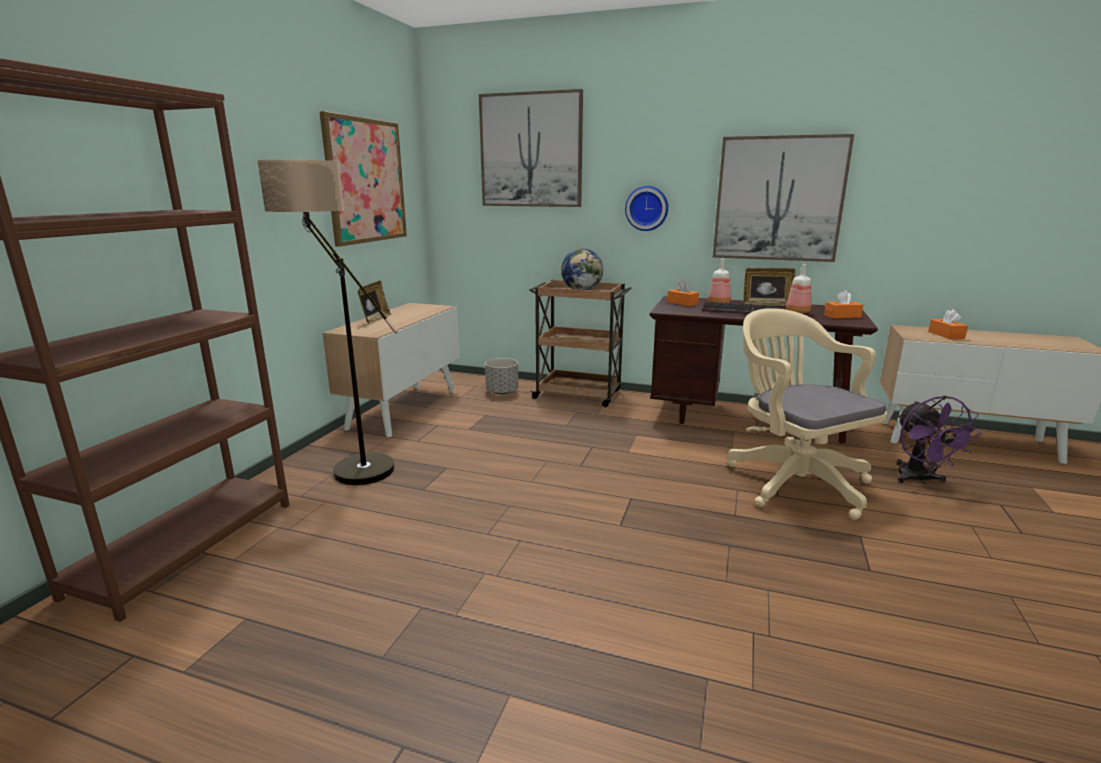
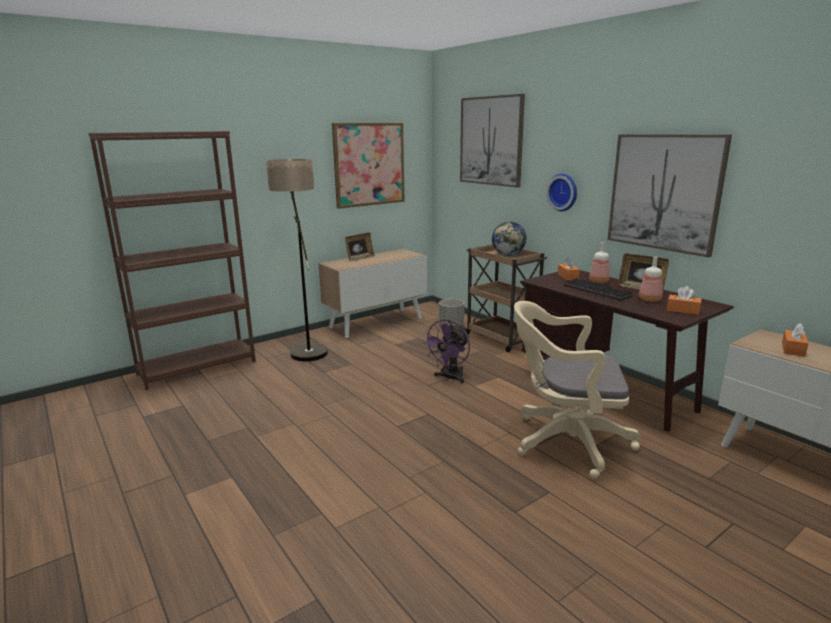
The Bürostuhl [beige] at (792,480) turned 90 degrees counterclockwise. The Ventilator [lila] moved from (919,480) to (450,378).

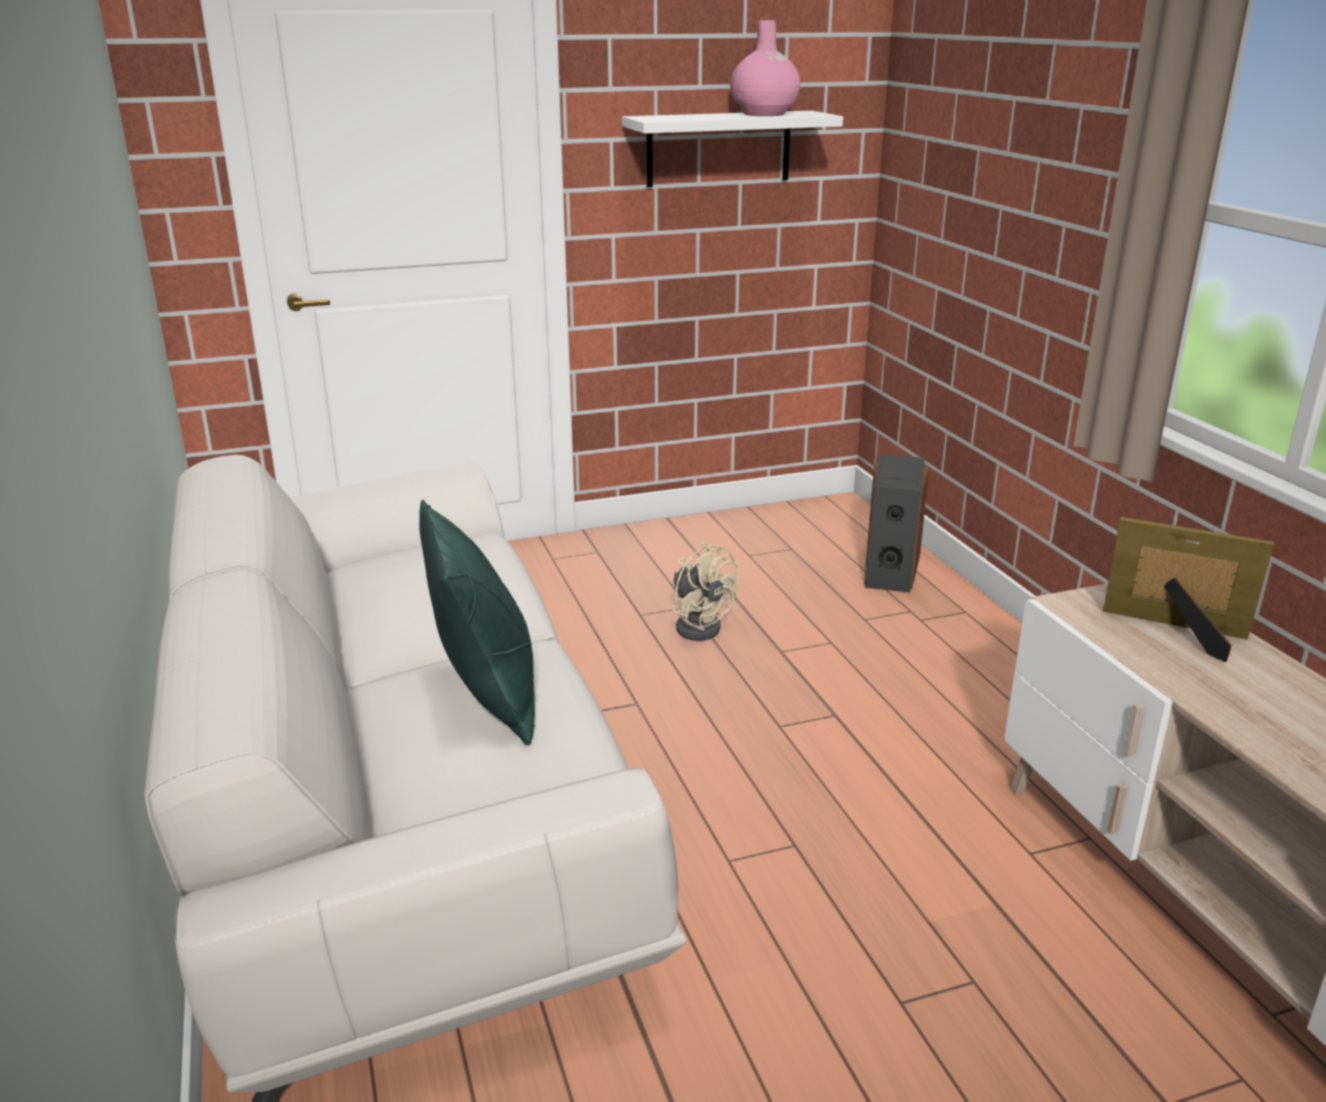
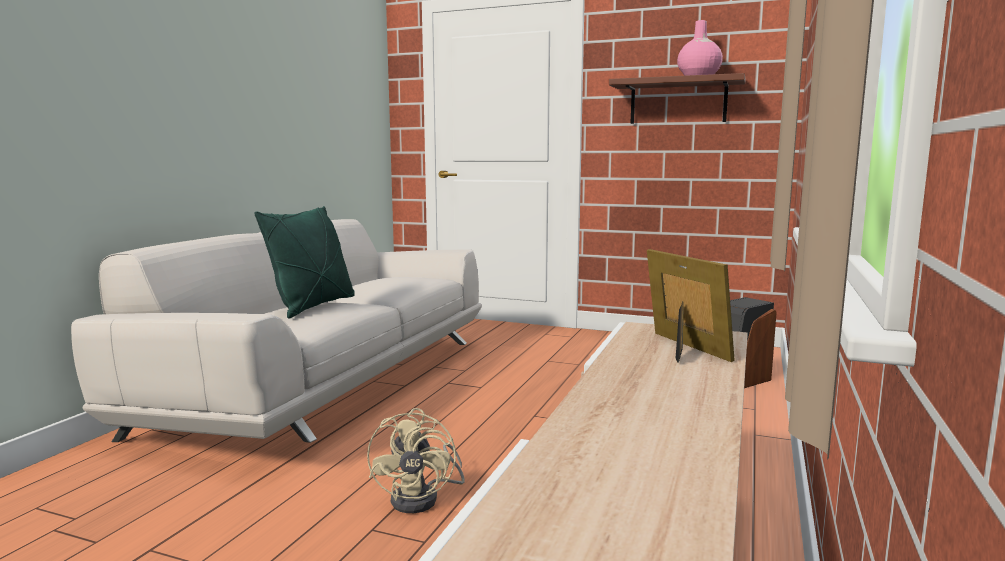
The Wandregal [weiß] at (719,148) became the Wandregal [braun] at (678,101). The Ventilator [beige] moved from (699,625) to (423,498).

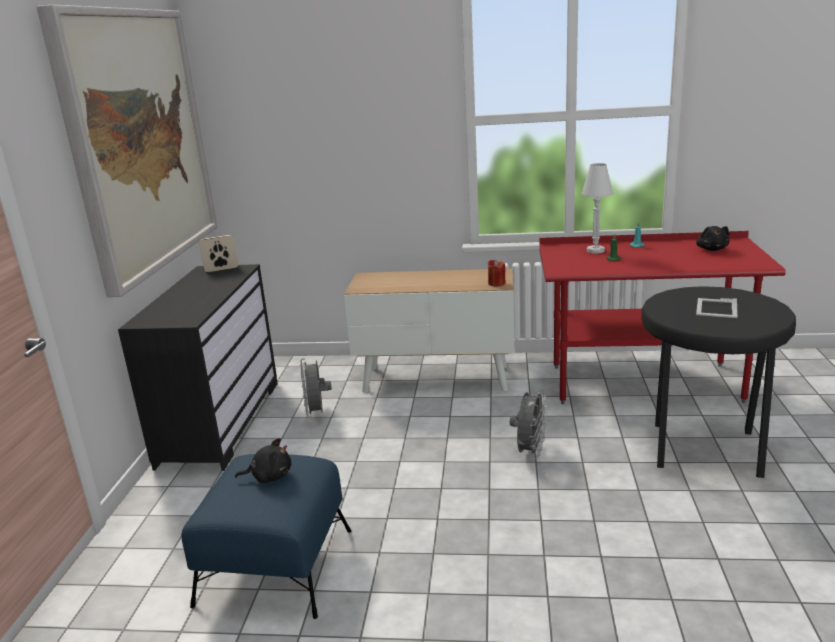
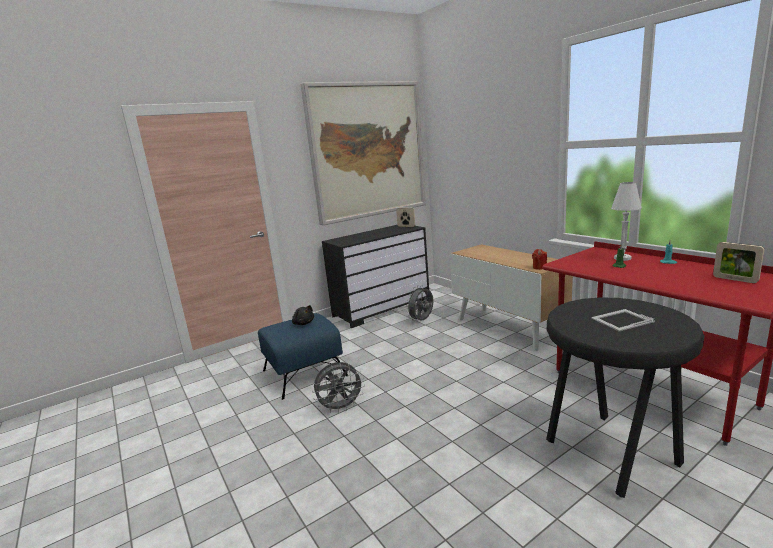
The Ventilator [grau] moved from (530,452) to (341,407). The Plüschtier [schwarz] at (711,249) was replaced by the Bilderrahmen at (735,279).

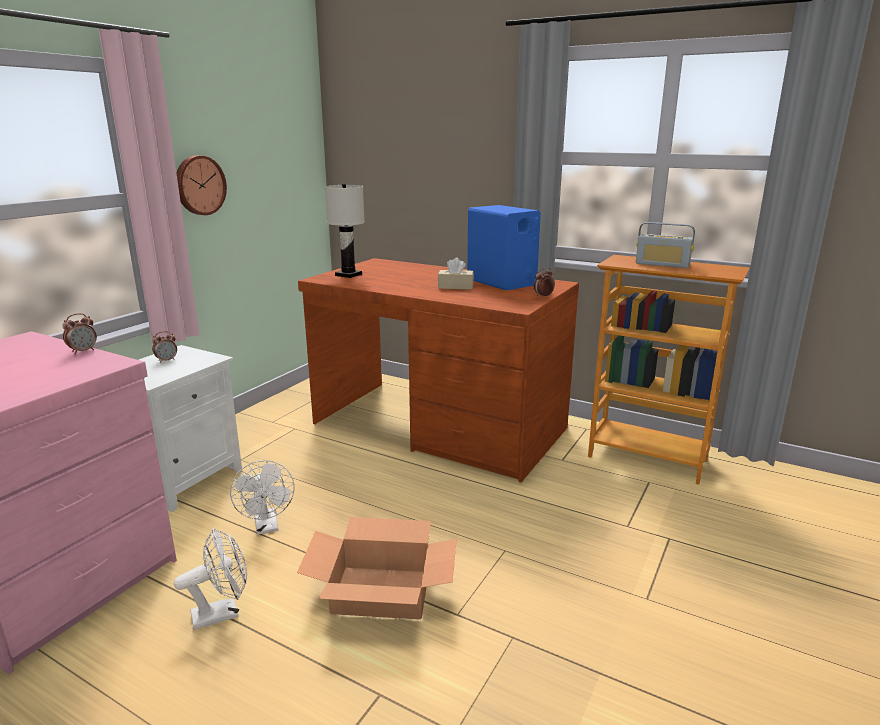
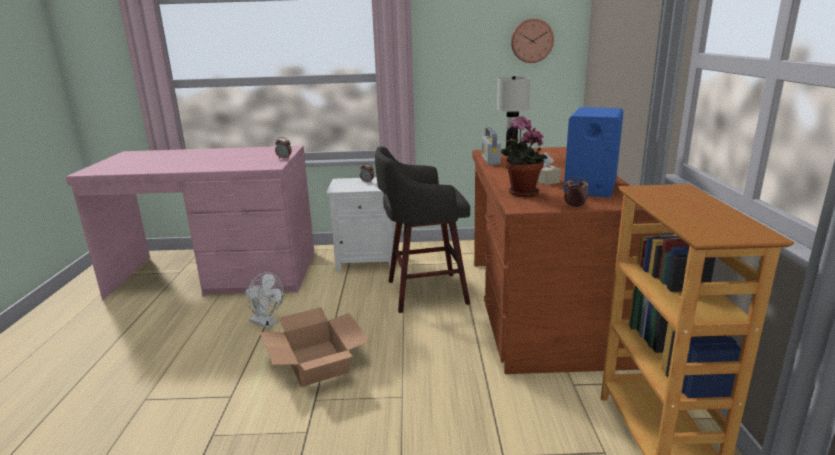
The Wanduhr moved from (199,185) to (531,41). The Ventilator [weiß] at (267,527) disappeared. The Radio moved from (662,264) to (490,160). The Hocker [grau] at (423,292) appeared. The Topfpflanze at (520,193) appeared.

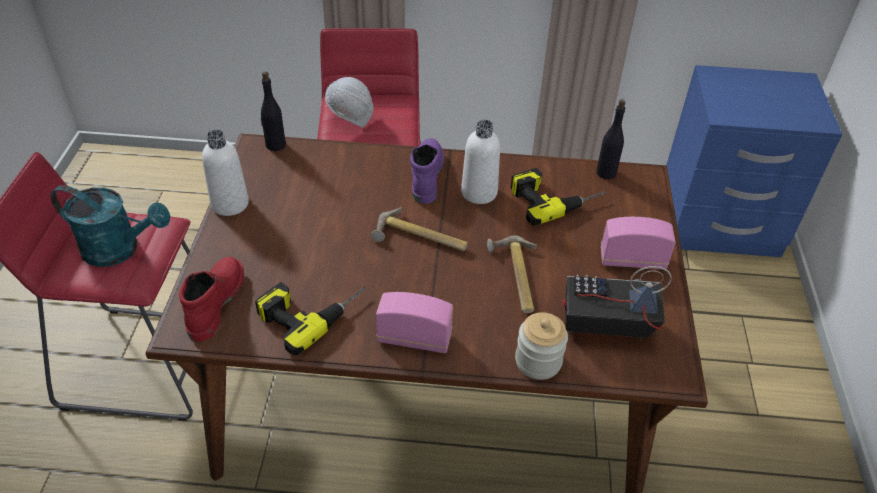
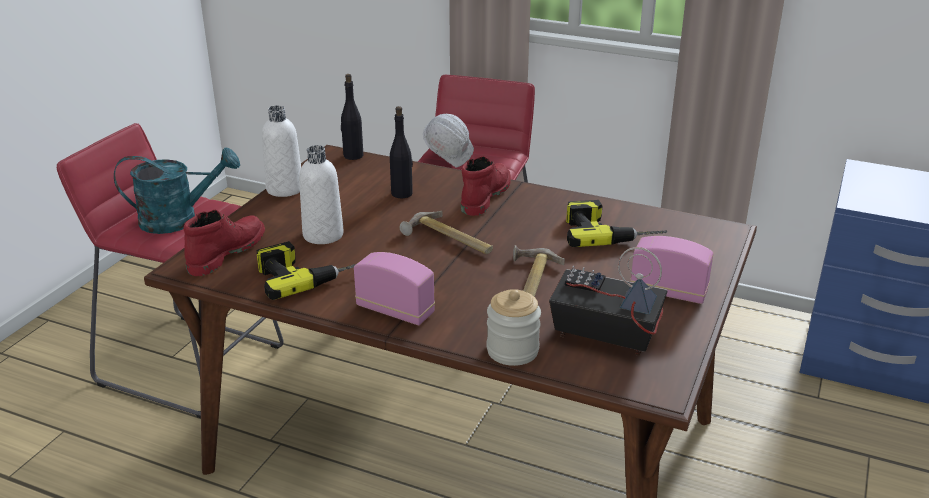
The Gießkanne [türkis] at (120,249) turned 45 degrees counterclockwise. The Stiefel [lila] at (425,176) became the Stiefel [rot] at (484,196). The Flasche [weiß] moved from (479,192) to (323,235). The Flasche [schwarz] moved from (606,172) to (402,193).

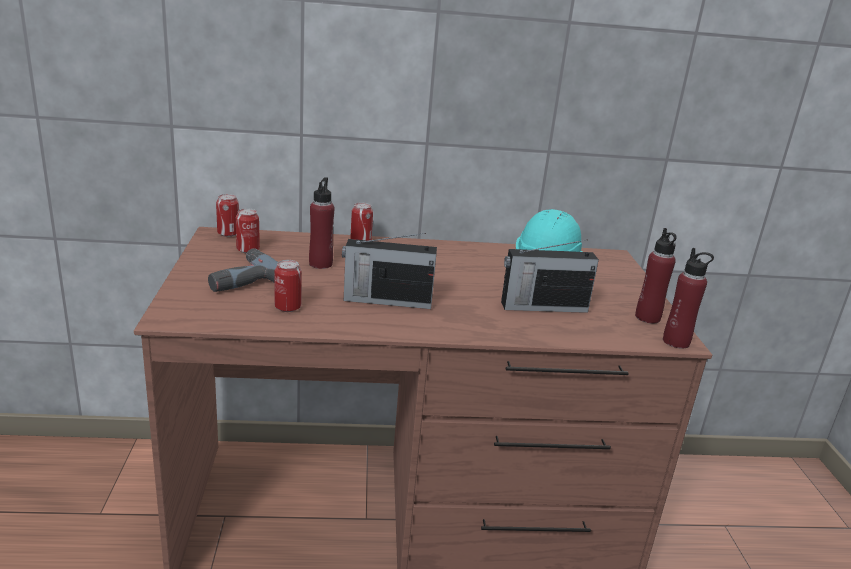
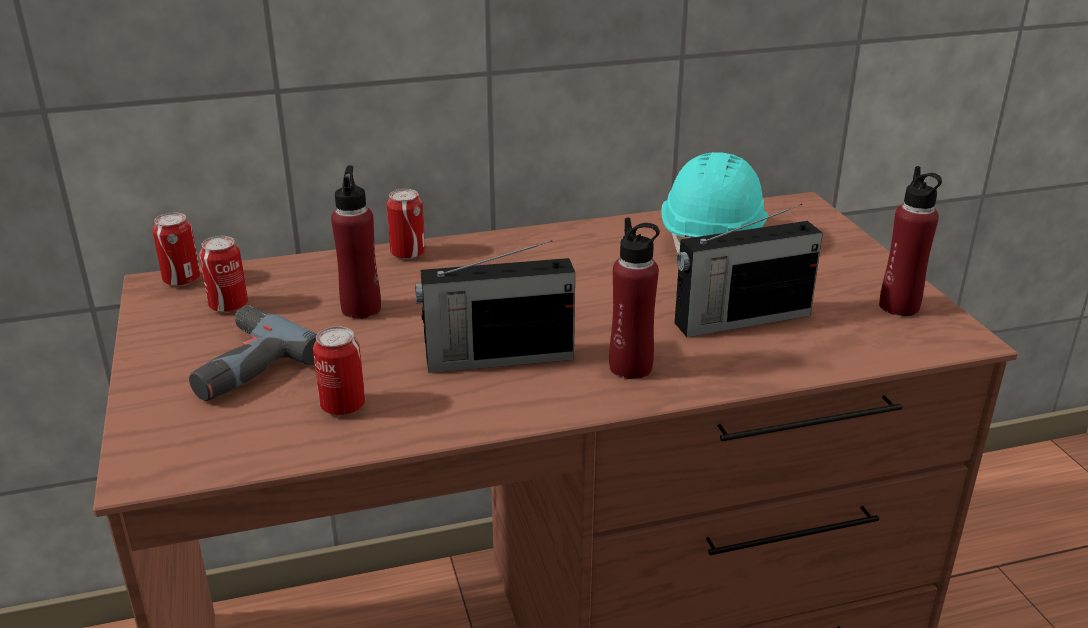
The Flasche [rot] moved from (676,341) to (631,367).

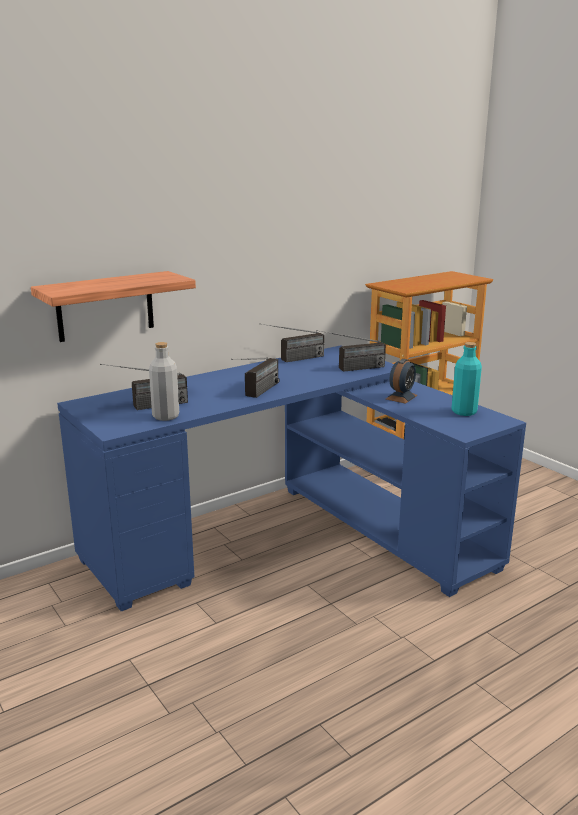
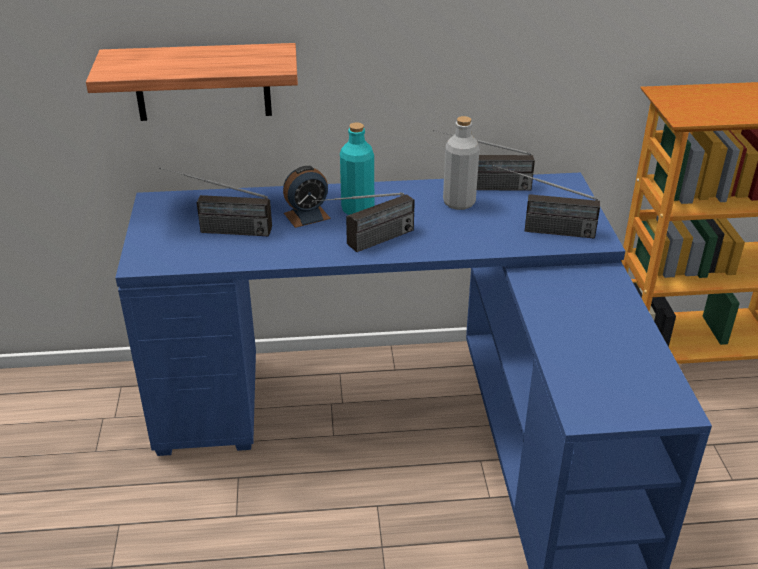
The Flasche [grau] moved from (166,416) to (459,203). The Wecker moved from (401,397) to (307,216). The Flasche [türkis] moved from (464,412) to (357,210).

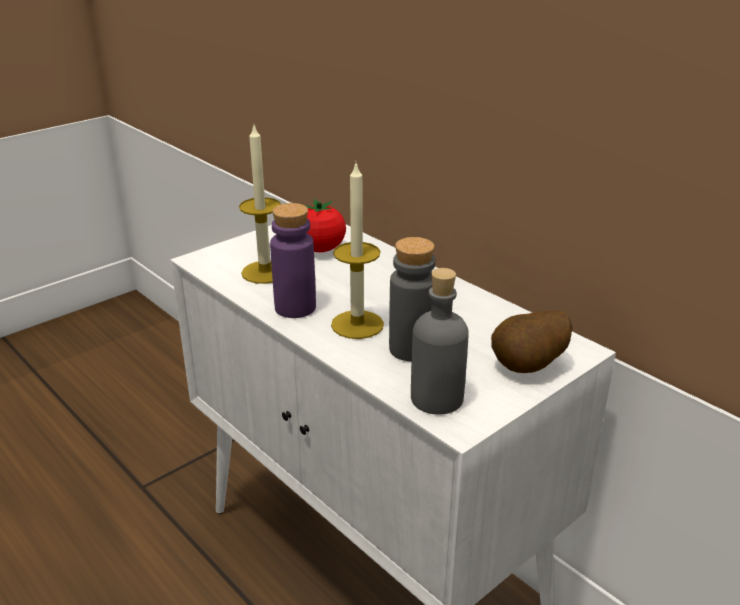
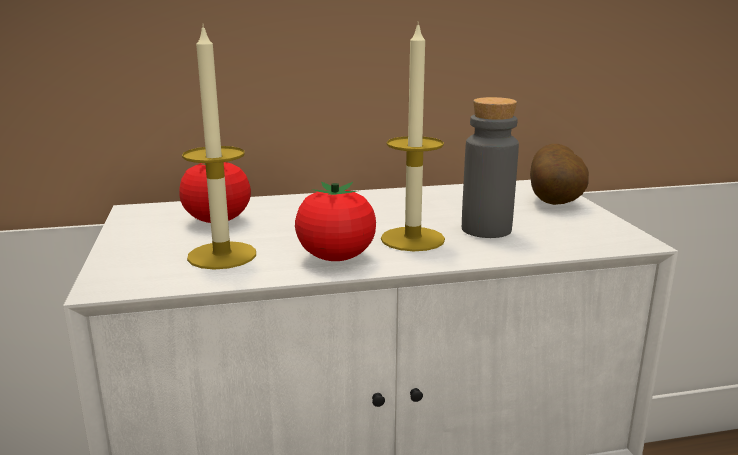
The Flasche [lila] at (295,308) was replaced by the Tomate at (336,257). The Flasche [grau] at (437,398) disappeared.

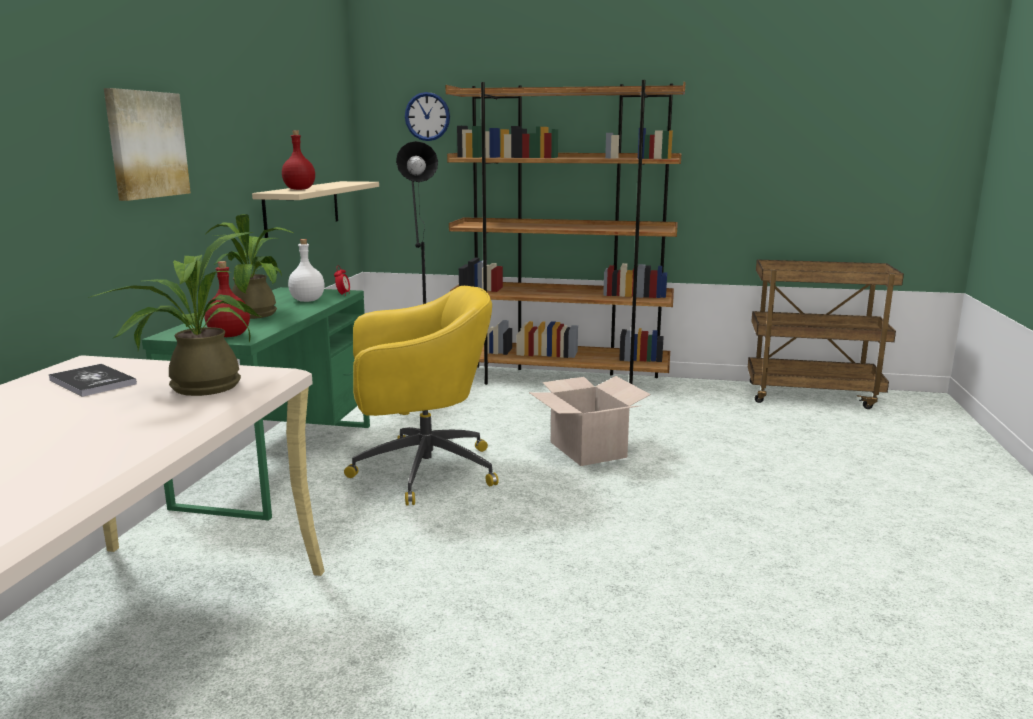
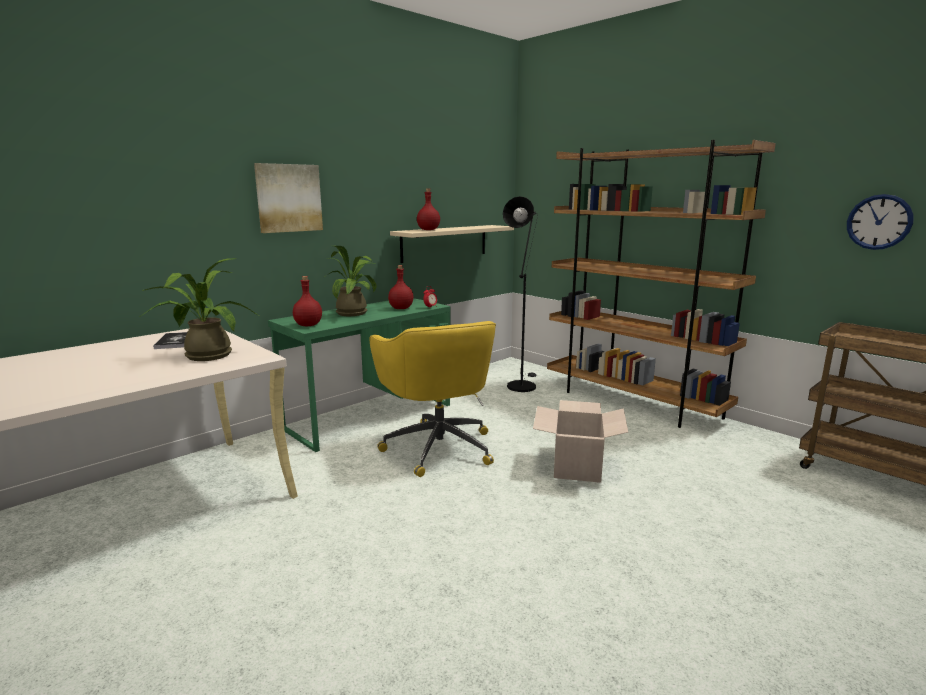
The Flasche [weiß] at (308,300) became the Flasche [rot] at (401,308). The Bürostuhl [gelb] at (421,471) turned 45 degrees clockwise. The Wanduhr moved from (427,116) to (879,222).

